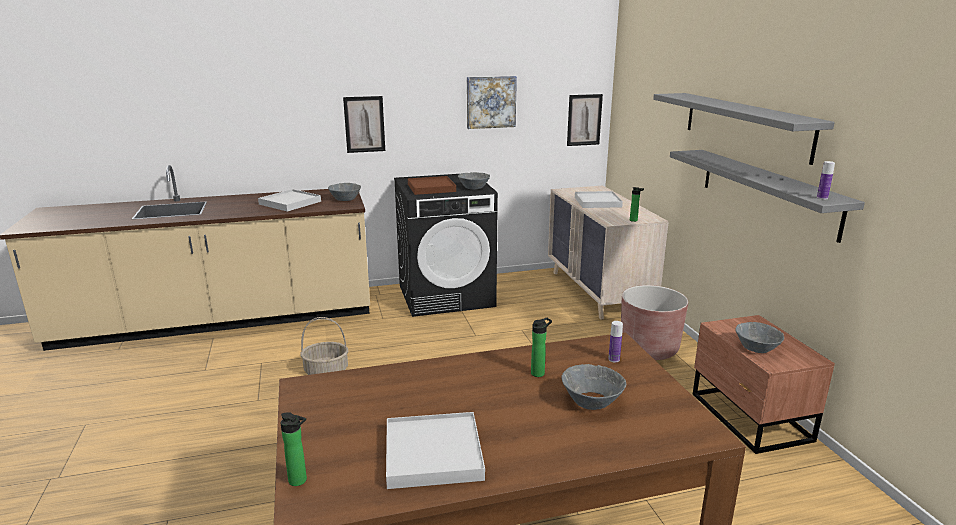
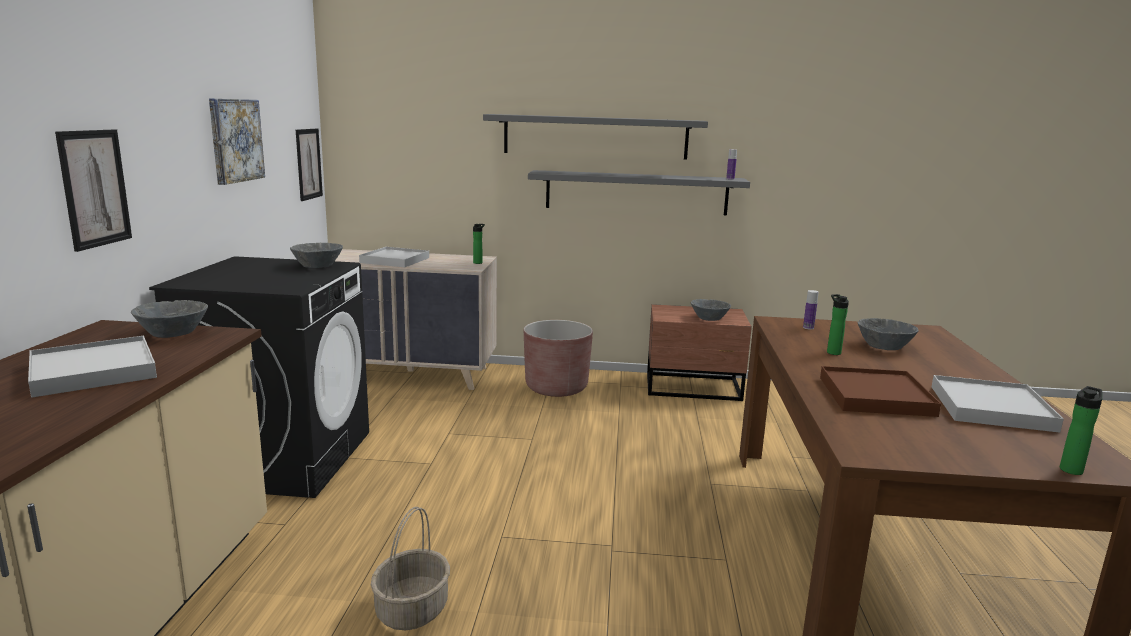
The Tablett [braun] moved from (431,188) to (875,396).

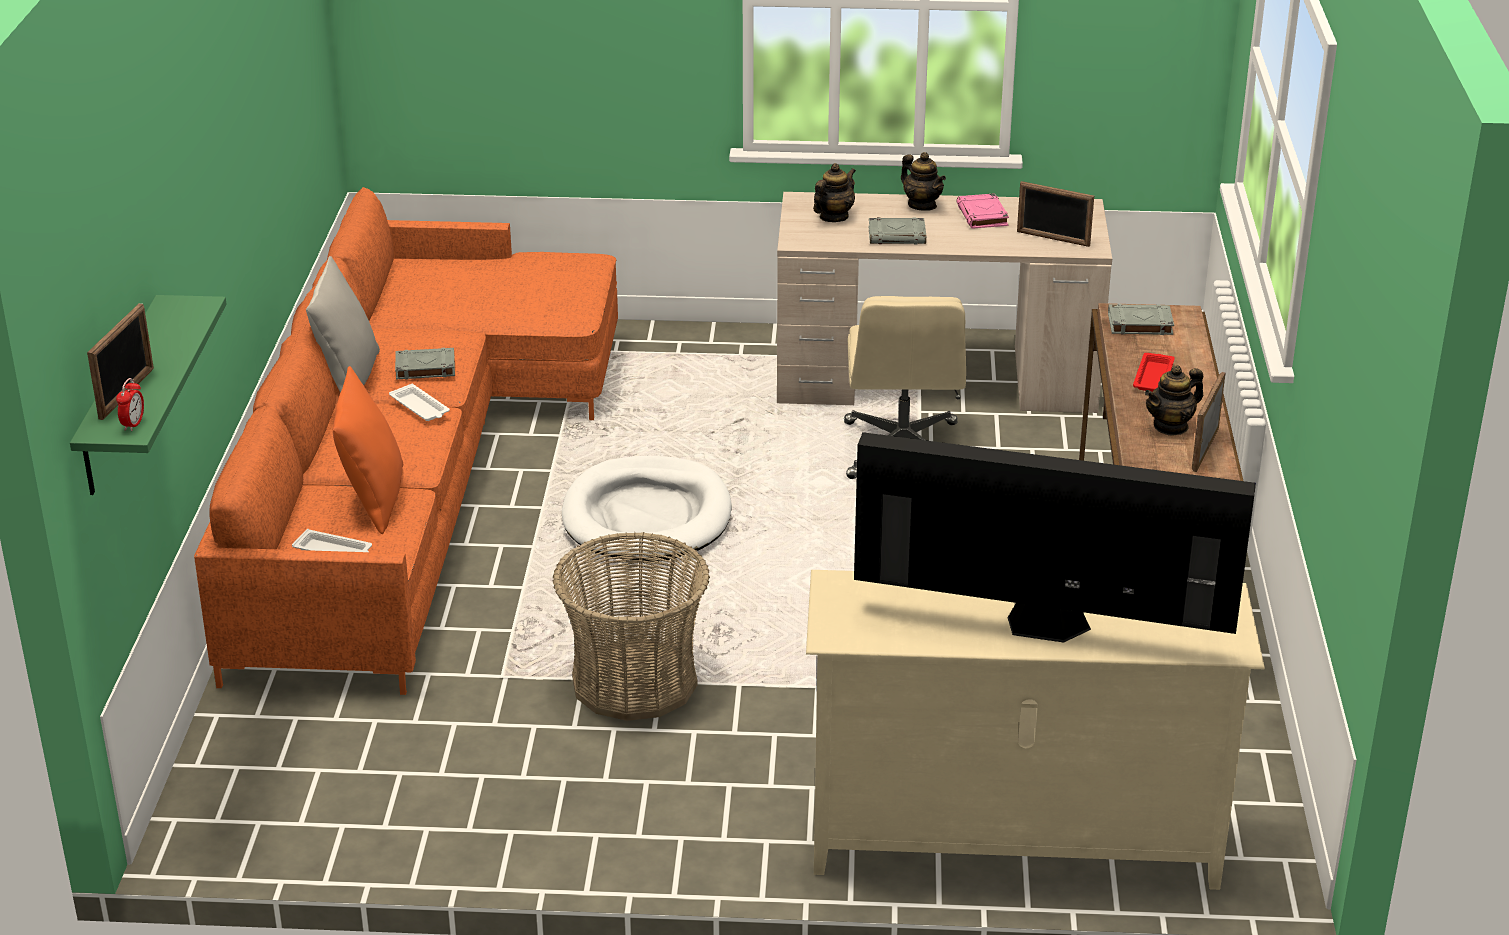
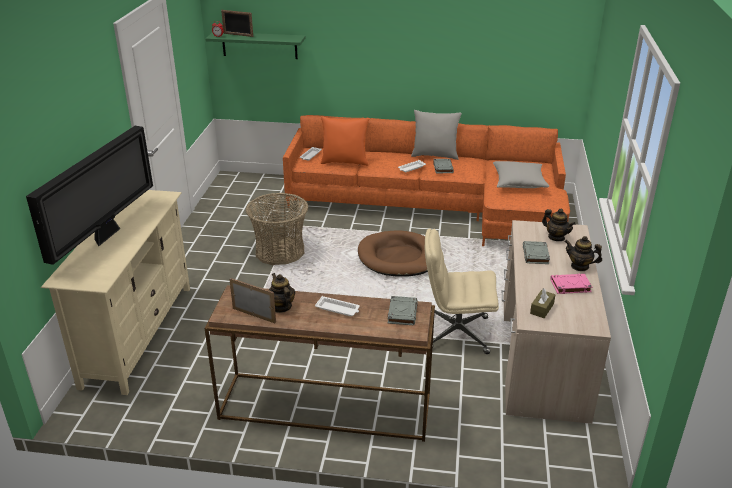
The Hundebett [weiß] at (647,517) became the Hundebett [braun] at (399,257). The Teekanne at (922,205) turned 60 degrees clockwise. The Bilderrahmen at (1053,238) was replaced by the Taschentuchbox [braun] at (542,308). The Tablett [rot] at (1153,376) became the Tablett [weiß] at (338,309). The Kissen [grau] at (519,183) appeared.

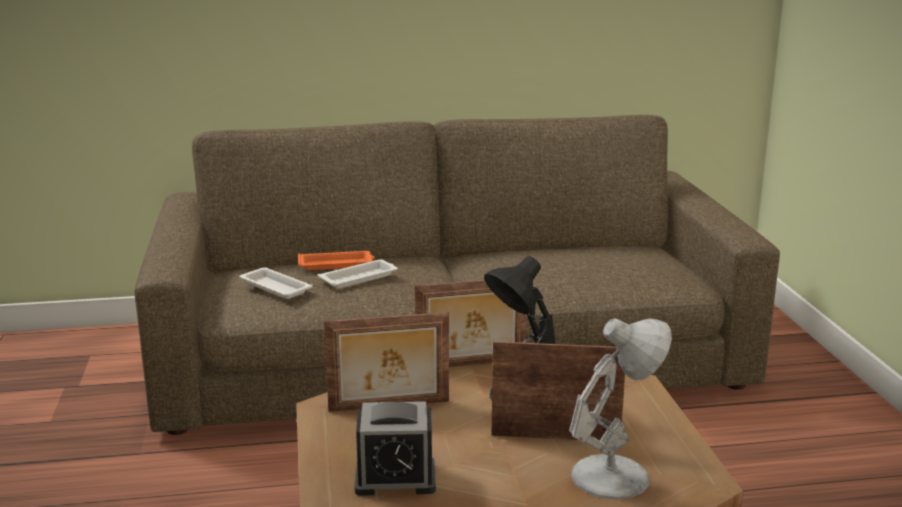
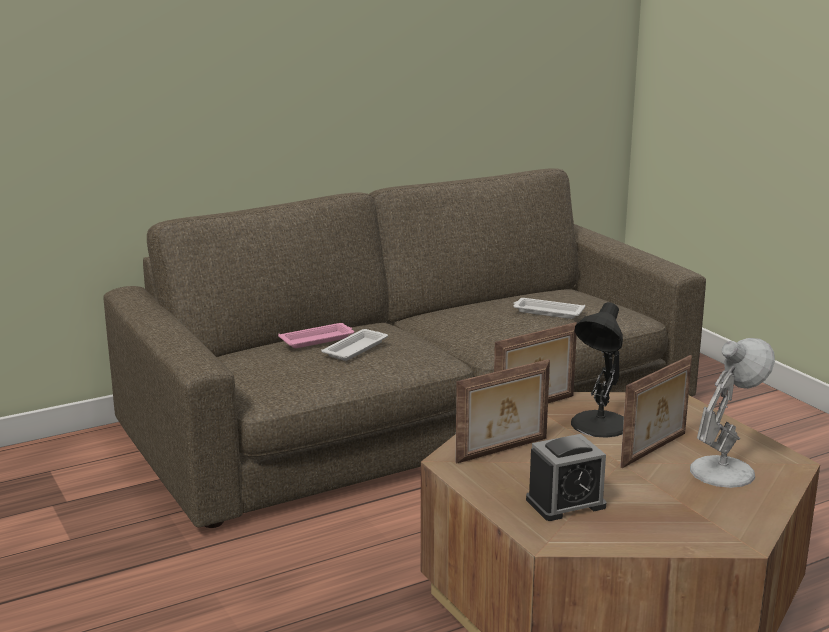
The Tablett [weiß] moved from (274,287) to (547,312). The Tablett [orange] at (336,264) became the Tablett [rosa] at (318,339). The Bilderrahmen at (555,436) turned 150 degrees clockwise.

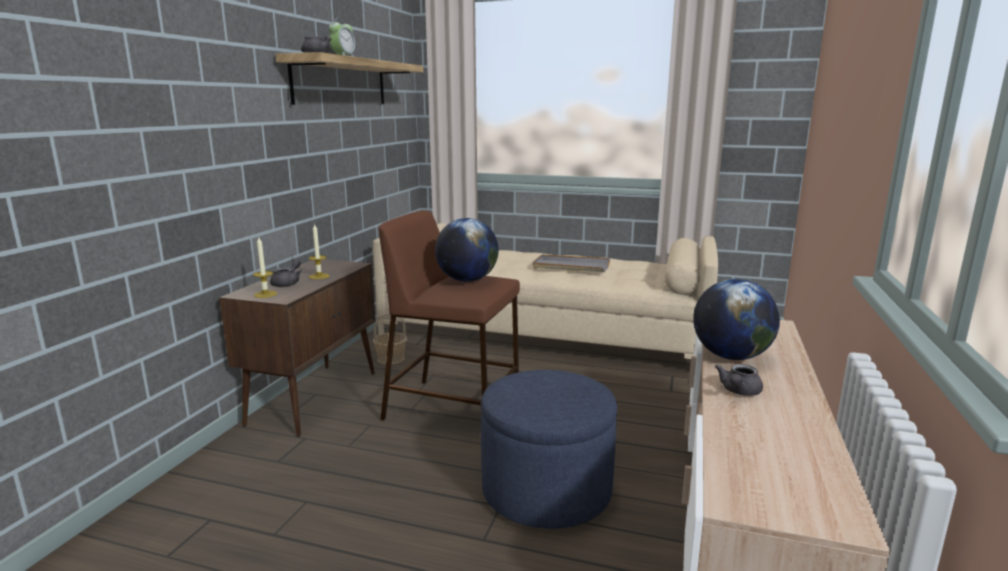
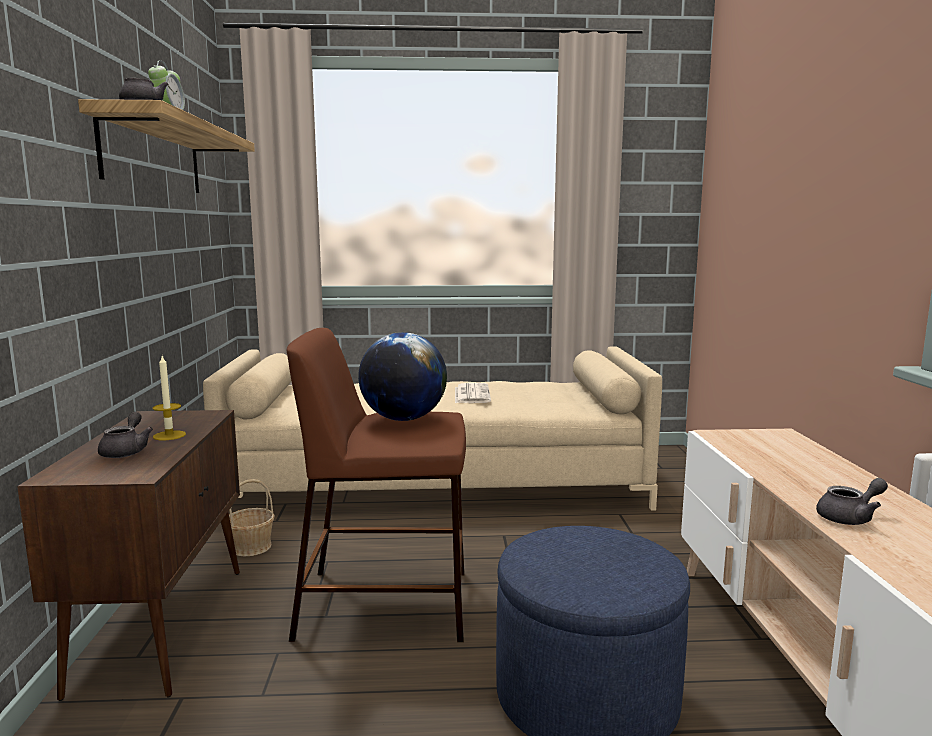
The Kerze at (265,294) disappeared. The Tablett [grau] at (570,266) was replaced by the Zeitung at (471,394). The Globus at (731,356) disappeared. The Teekanne [grau] at (738,392) turned 120 degrees counterclockwise.

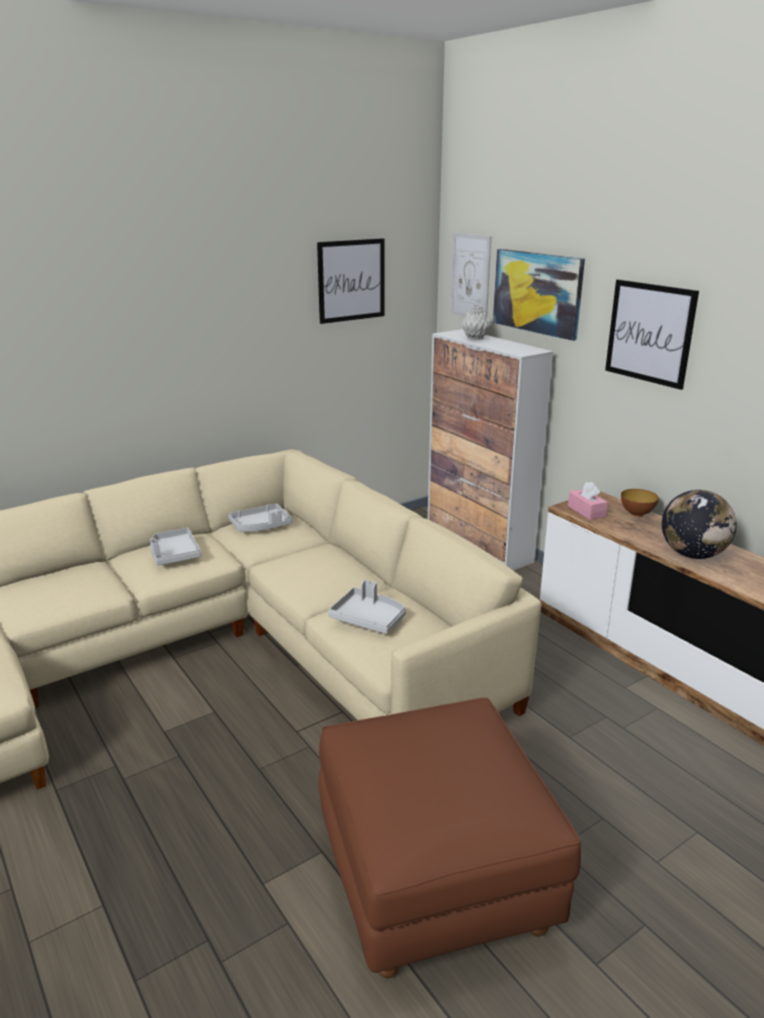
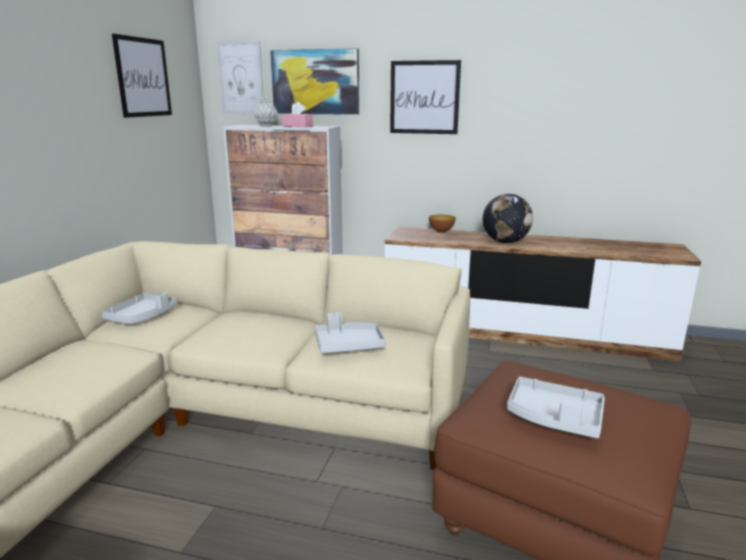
The Tablett [grau] moved from (174,554) to (554,418). The Taschentuchbox [rosa] moved from (586,511) to (297,126).

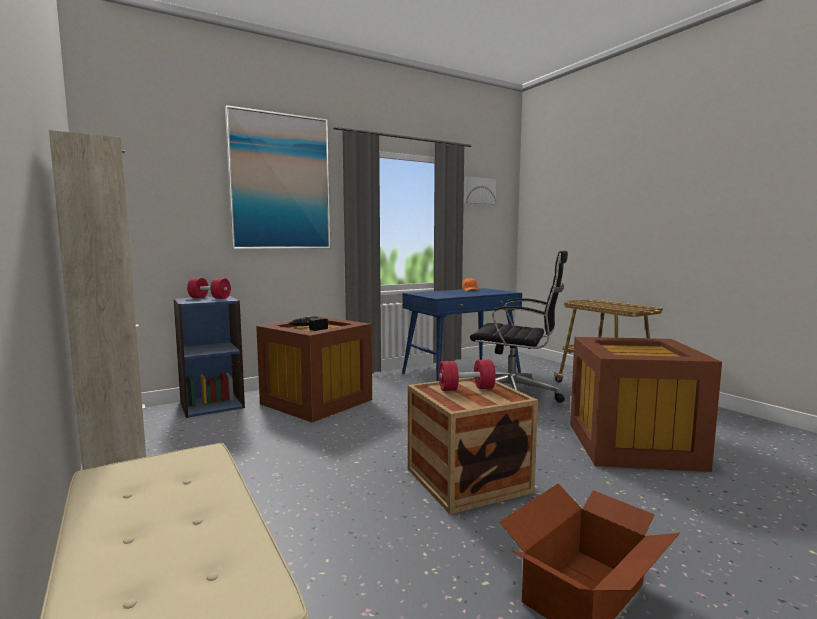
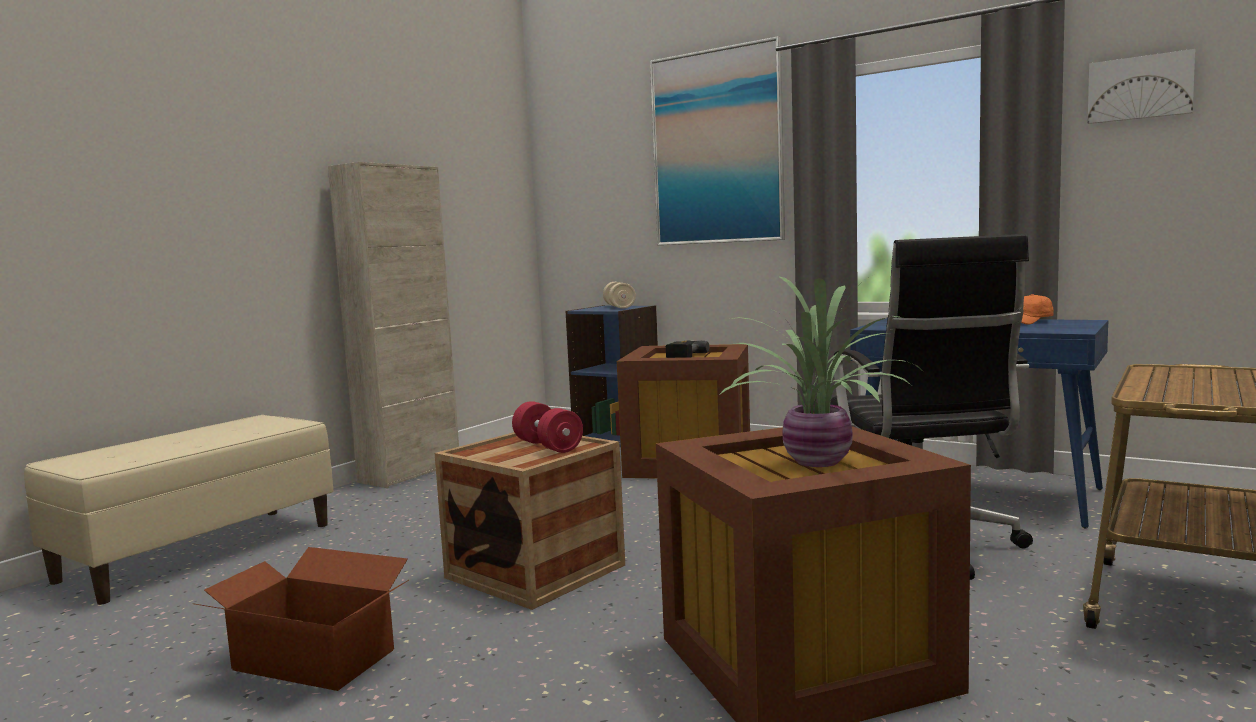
The Hantel [rot] at (209,298) became the Hantel [beige] at (619,307). The Topfpflanze at (817,462) appeared.

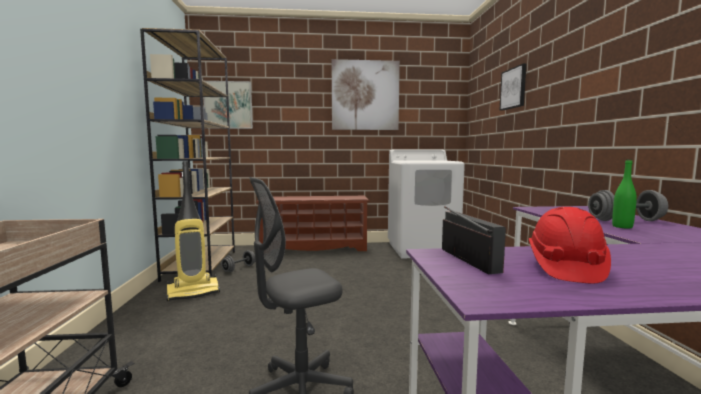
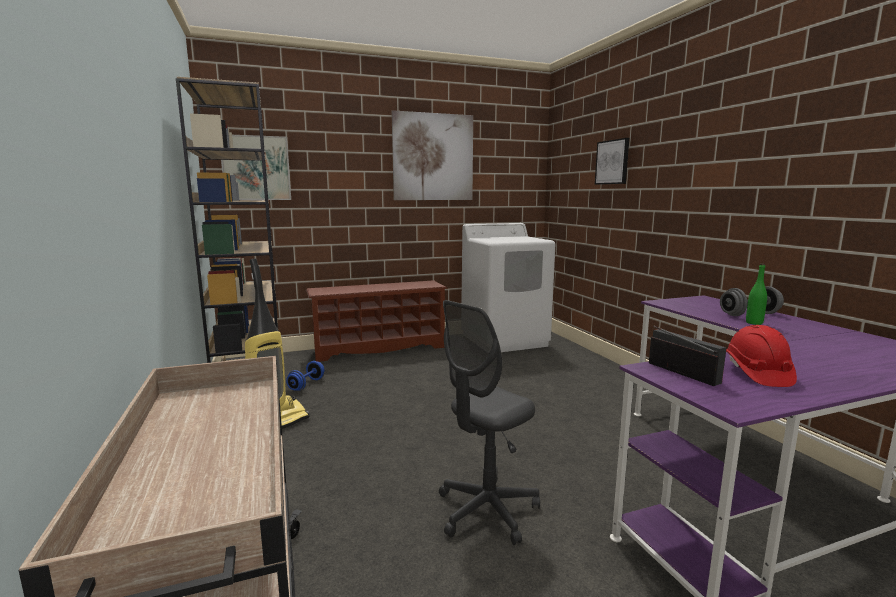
The Hantel [grau] at (239,268) became the Hantel [blau] at (306,385).

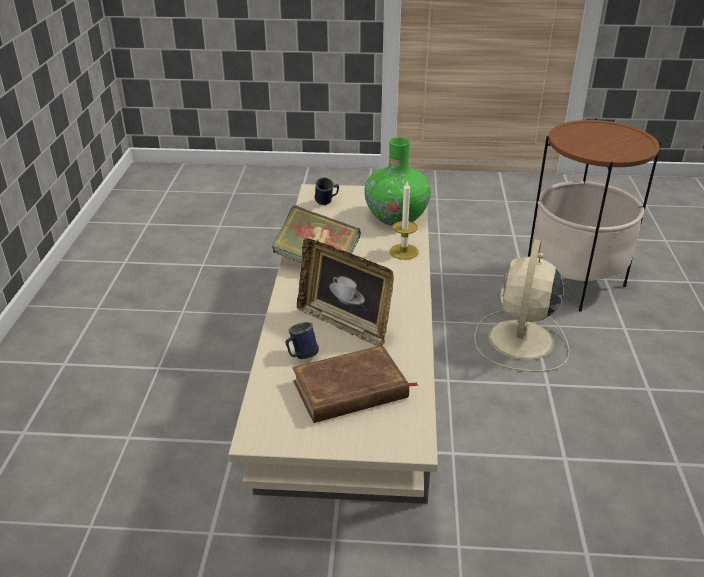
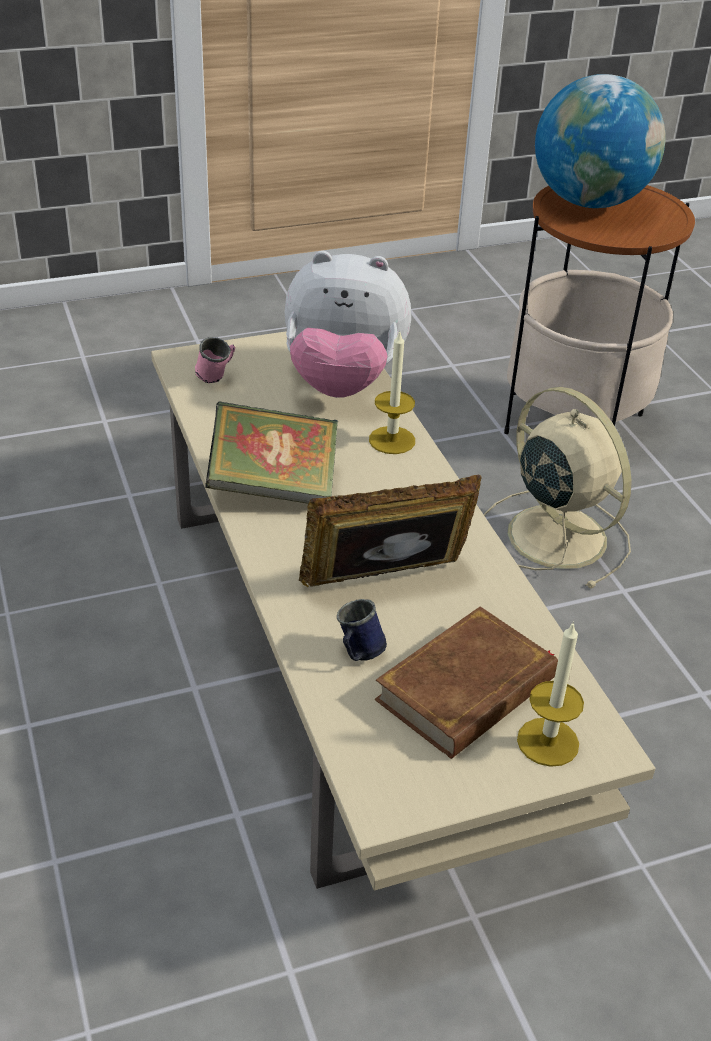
The Bilderrahmen at (345,324) turned 150 degrees clockwise. The Henkelbecher [blau] at (327,202) became the Henkelbecher [rosa] at (217,377). The Vase [grün] at (396,217) was replaced by the Plüschtier at (342,383). The Ventilator [beige] at (520,341) turned 150 degrees clockwise. The Kerze at (548,742) appeared. The Globus at (589,202) appeared.

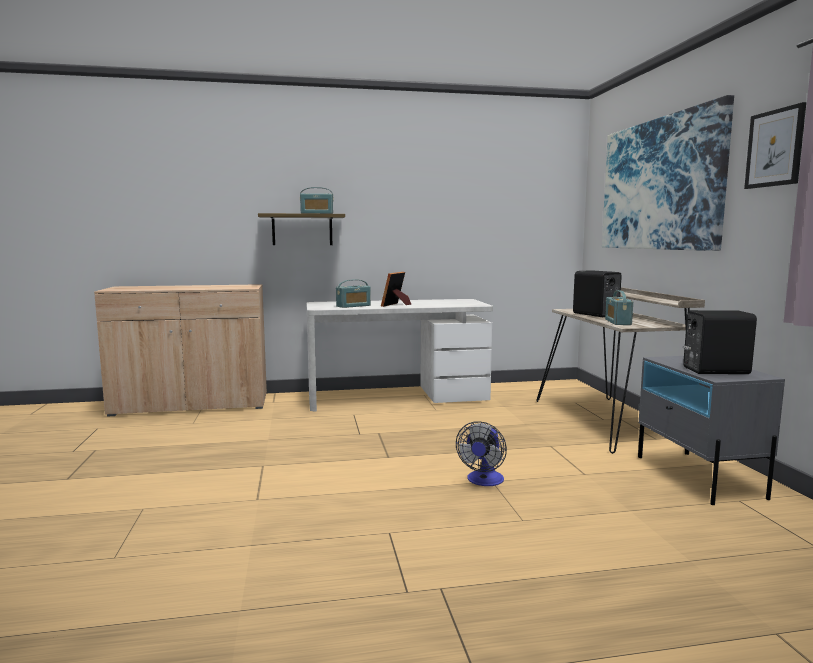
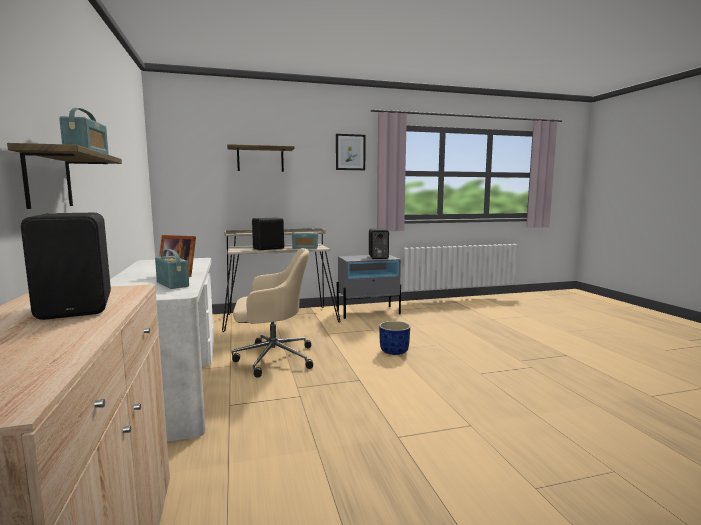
The Ventilator at (483,481) was replaced by the Pflanzkübel [blau] at (394,351). The Bild at (659,184) was replaced by the Wandregal at (260,159). The Lautsprecher [schwarz] at (79,307) appeared. The Bürostuhl [beige] at (272,358) appeared.

